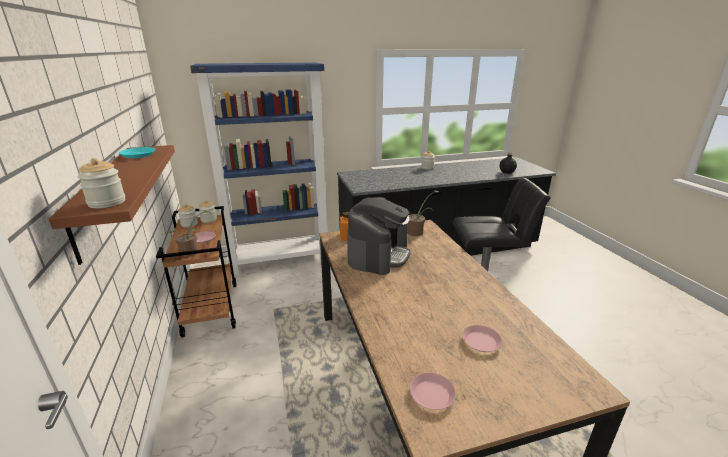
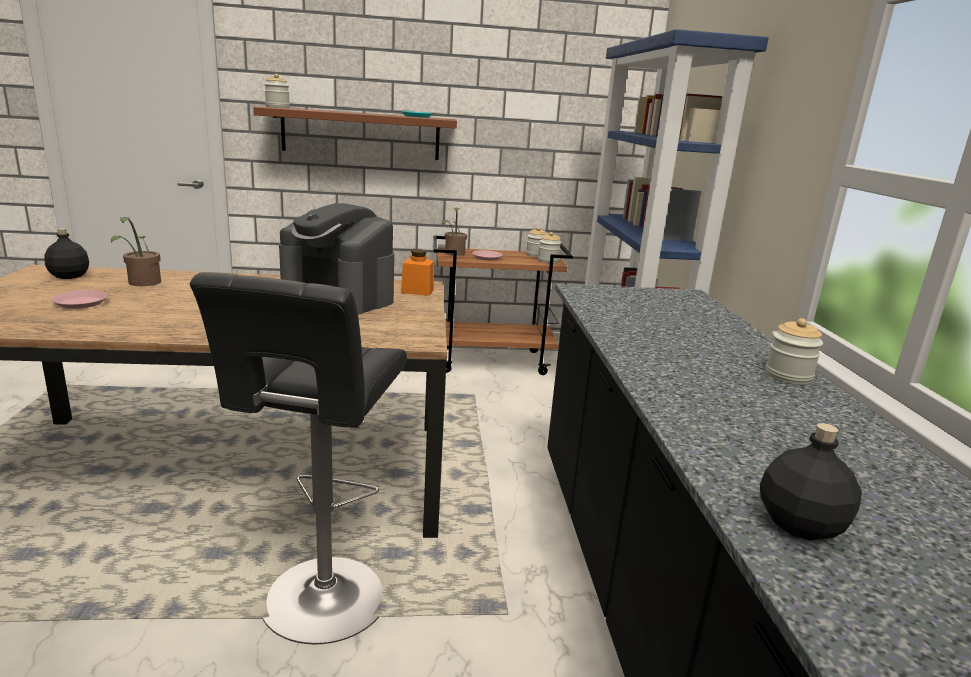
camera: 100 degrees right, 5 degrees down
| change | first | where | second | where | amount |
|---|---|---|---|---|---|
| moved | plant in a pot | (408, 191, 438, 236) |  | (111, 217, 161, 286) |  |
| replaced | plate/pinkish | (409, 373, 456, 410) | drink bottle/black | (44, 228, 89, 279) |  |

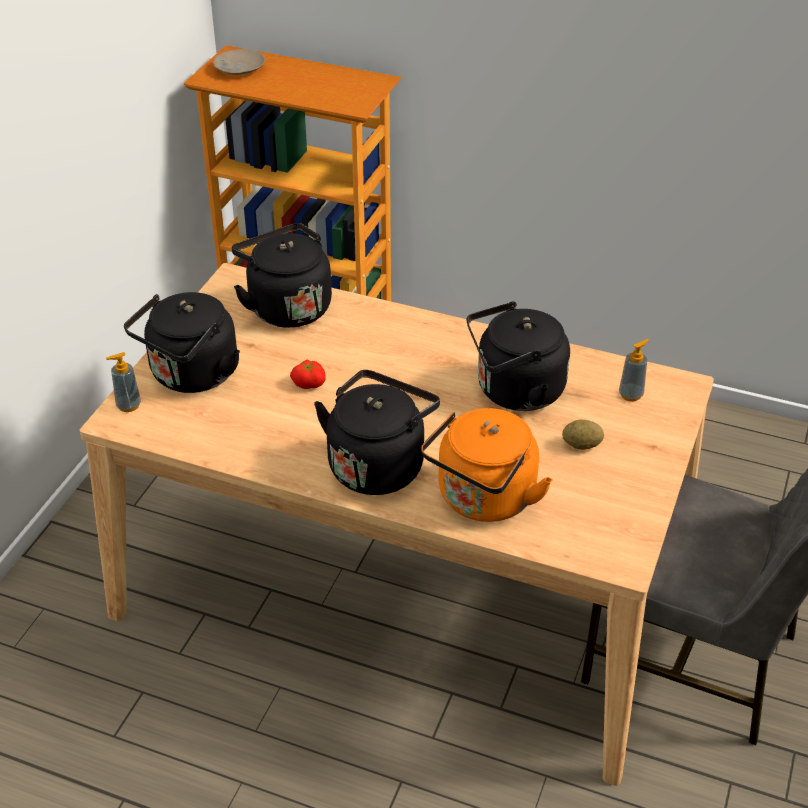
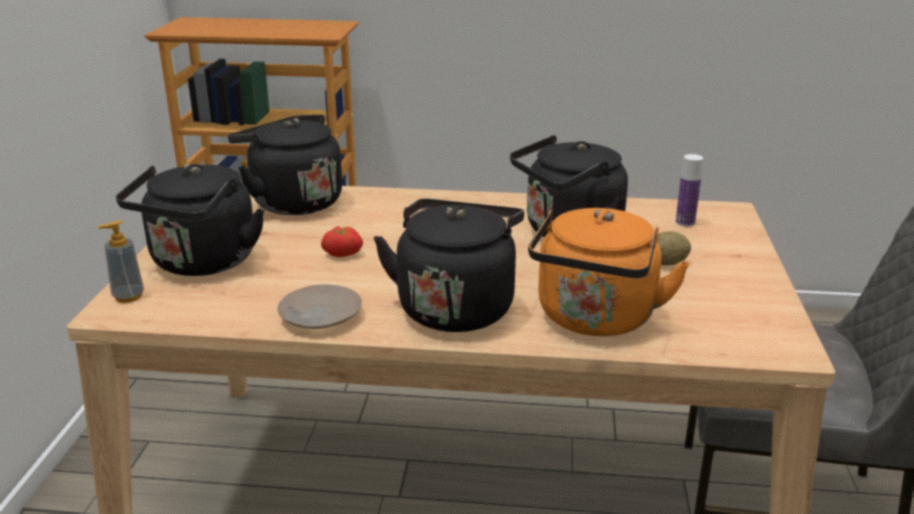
camera: 15 degrees left, 15 degrees down
| change | first | where | second | where | amount |
|---|---|---|---|---|---|
| moved | plate/beige | (213, 49, 265, 75) |  | (278, 284, 362, 329) |  |
| replaced | soap dispenser | (619, 339, 649, 401) | drink bottle | (676, 154, 703, 227) |  |

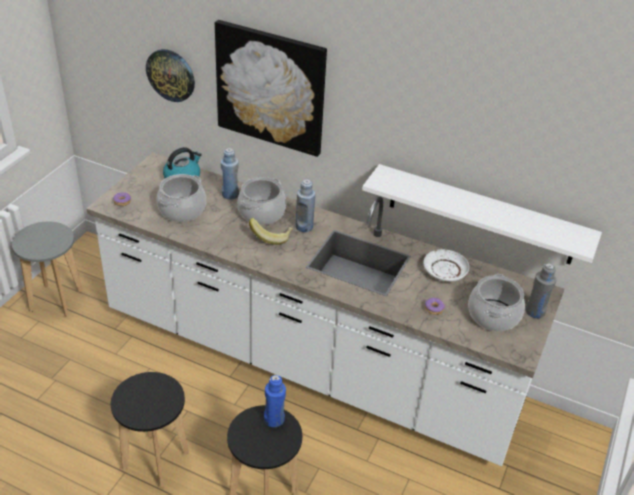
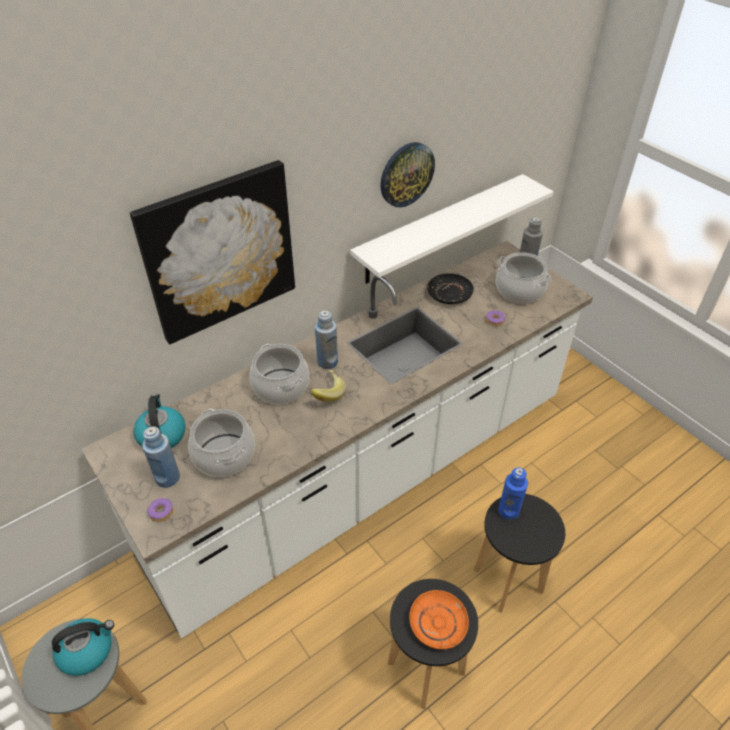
camera: 60 degrees left, 5 degrees up
| change | first | where | second | where | amount |
|---|---|---|---|---|---|
| added |  |  | kettle | (52, 618, 114, 676) |  |
| added |  |  | plate/orangey | (409, 590, 469, 649) |  |
| moved | hanging clock | (146, 49, 195, 102) |  | (381, 142, 435, 207) |  |
| moved | drink bottle/bluish | (221, 148, 239, 200) |  | (142, 426, 180, 488) |  |
| recoloured | plate/white | (423, 249, 469, 282) | plate/black | (427, 273, 474, 304) |  |

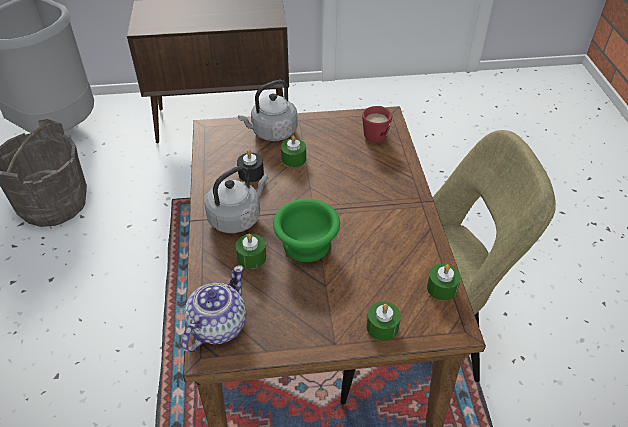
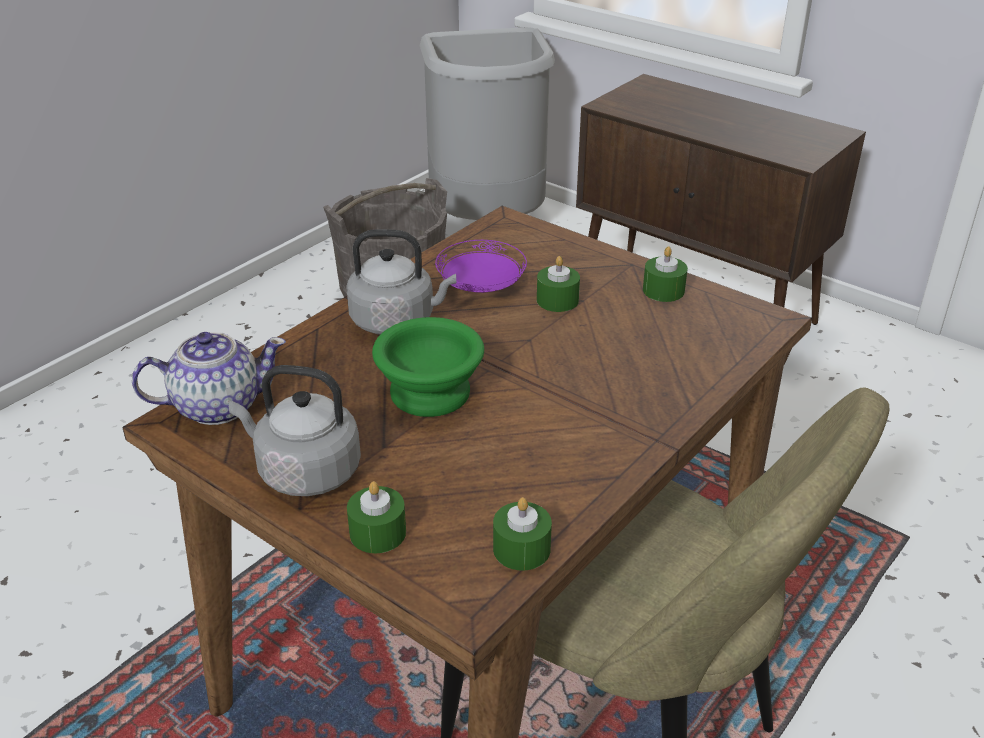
camera: 45 degrees right, 10 degrees down
| change | first | where | second | where | amount |
|---|---|---|---|---|---|
| removed | coffee mug/red-coloured | (362, 106, 392, 143) |  |  |  |
| moved | candle/greenish | (236, 233, 266, 269) |  | (643, 246, 688, 302) |  |
| moved | kettle/greyish | (238, 80, 298, 141) |  | (229, 365, 361, 496) |  |
| replaced | candle/black | (237, 150, 264, 182) | plate/purple-coloured | (435, 240, 527, 293) |  |

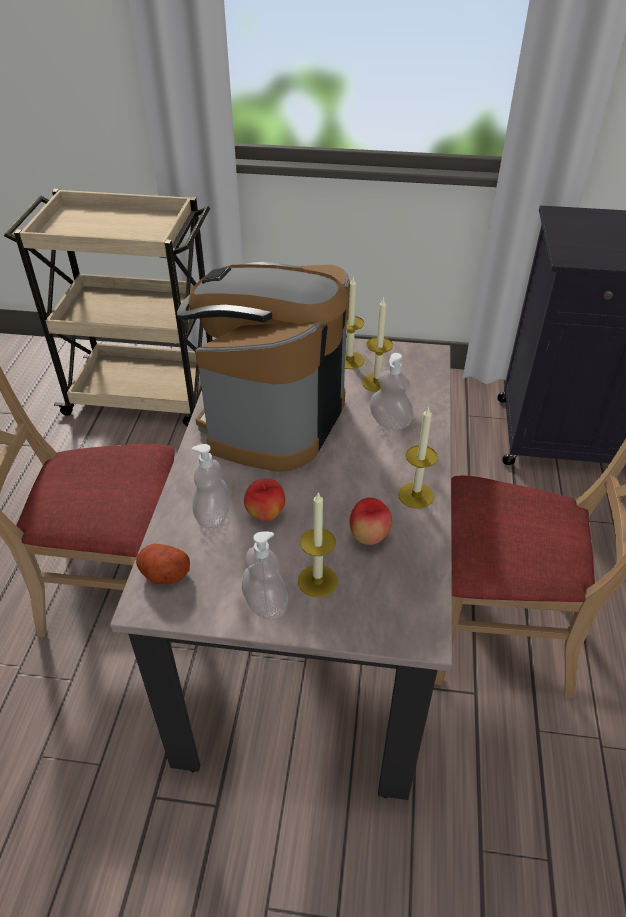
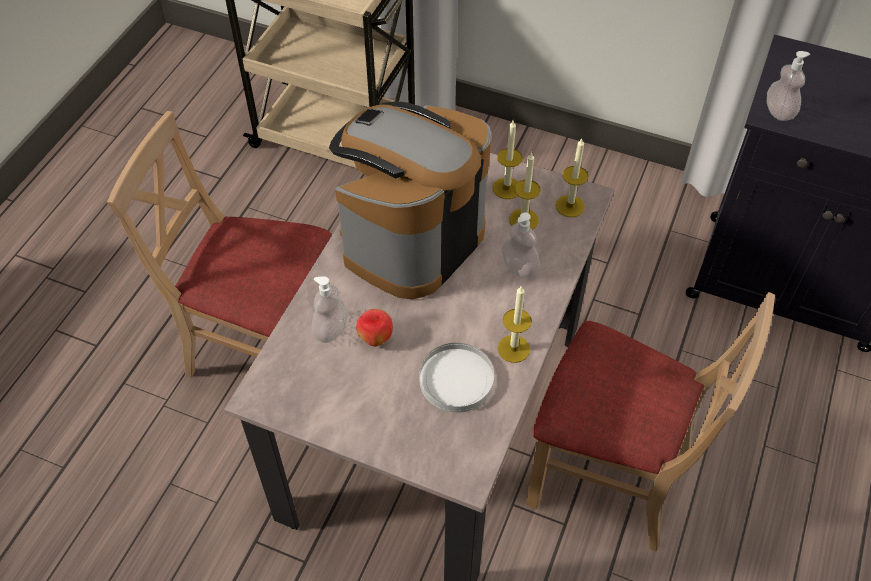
camera: 15 degrees right, 10 degrees up
| change | first | where | second | where | amount |
|---|---|---|---|---|---|
| removed | spud | (136, 544, 190, 584) |  |  |  |
| moved | soap dispenser | (242, 532, 288, 620) |  | (767, 51, 810, 121) |  |
| moved | candle | (298, 492, 337, 597) |  | (556, 139, 589, 217) |  |
| replaced | apple | (350, 498, 392, 545) | plate/white | (419, 343, 494, 413) |  |

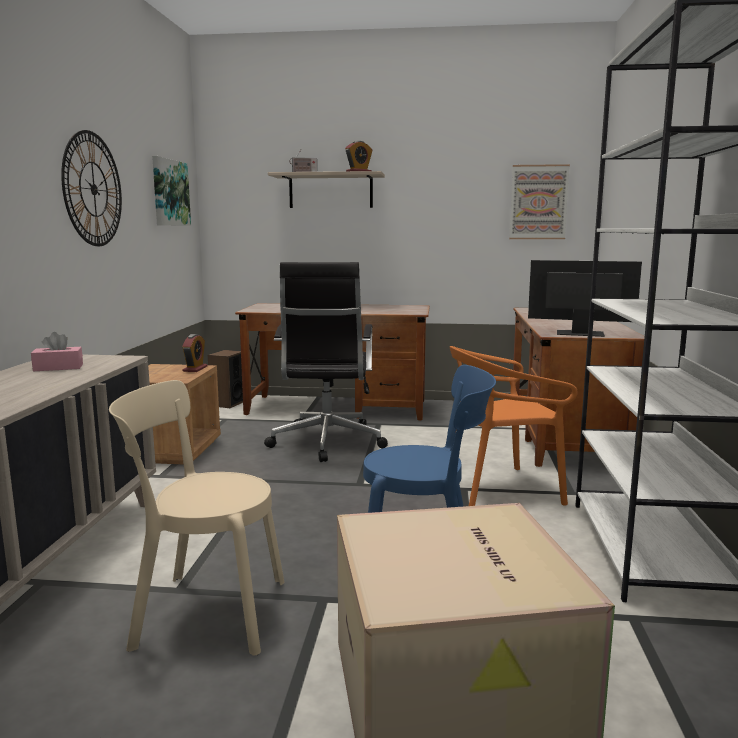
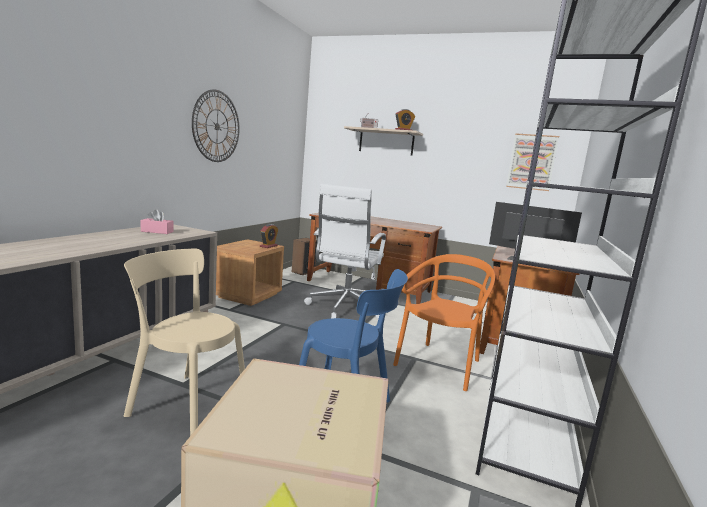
camera: 15 degrees right, 0 degrees up
| change | first | where | second | where | amount |
|---|---|---|---|---|---|
| removed | wall art | (152, 156, 191, 226) |  |  |  |
| recoloured | office chair/black | (264, 262, 388, 462) | office chair/white | (304, 184, 386, 319) |  |
| turned | upright chair/orangey | (450, 346, 578, 506) |  | (393, 254, 495, 391) | 120 degrees clockwise |

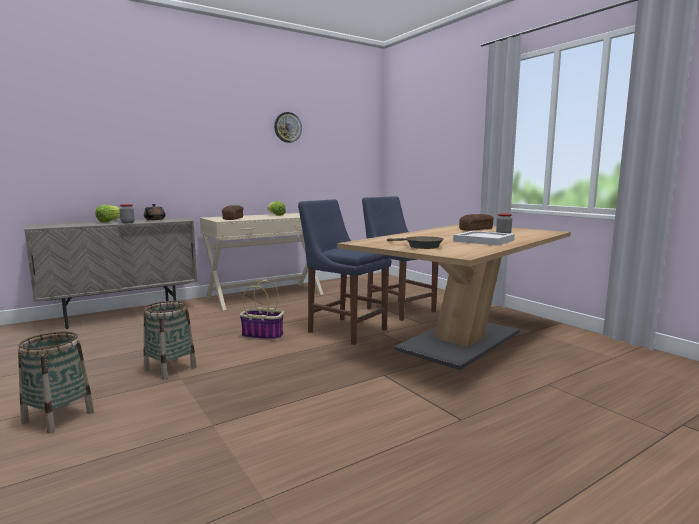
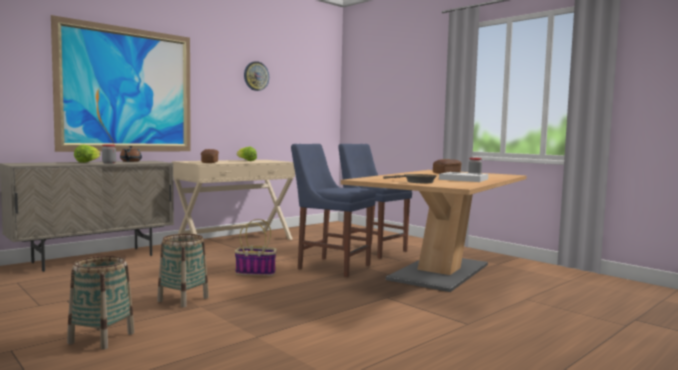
camera: 10 degrees left, 5 degrees down
| change | first | where | second | where | amount |
|---|---|---|---|---|---|
| added |  |  | wall art | (51, 15, 191, 152) |  |

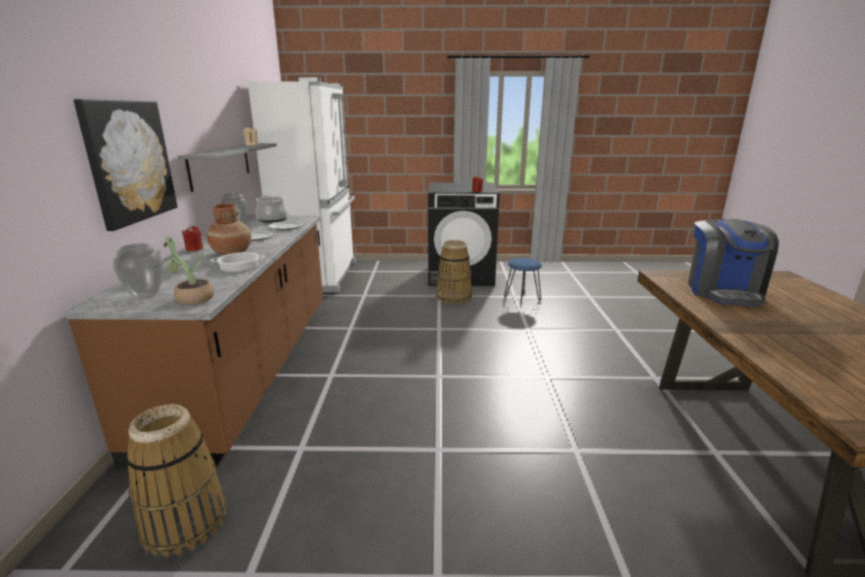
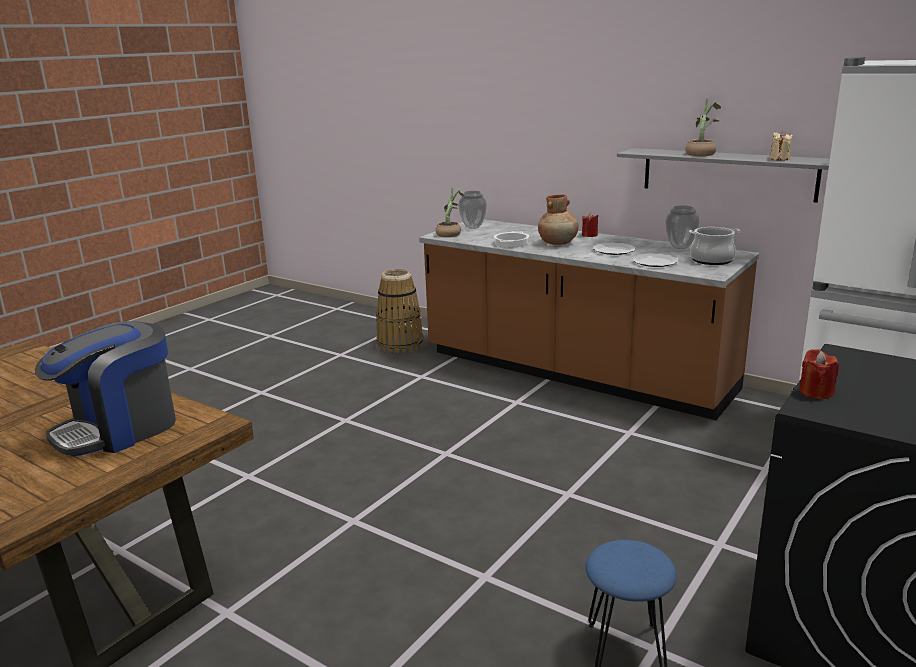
camera: 125 degrees right, 0 degrees up
| change | first | where | second | where | amount |
|---|---|---|---|---|---|
| removed | wall art | (73, 99, 177, 231) |  |  |  |
| removed | household basket | (436, 240, 472, 305) |  |  |  |
| added |  |  | plant in a pot | (685, 99, 721, 156) |  |
| turned | coffee machine | (688, 219, 779, 306) |  | (35, 321, 176, 456) | 90 degrees counterclockwise |

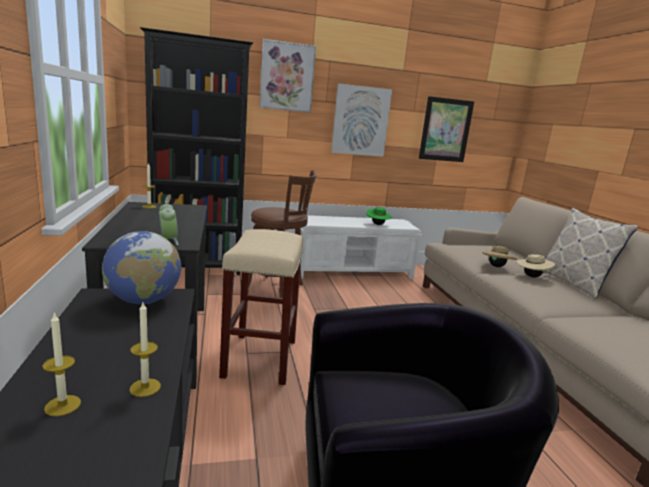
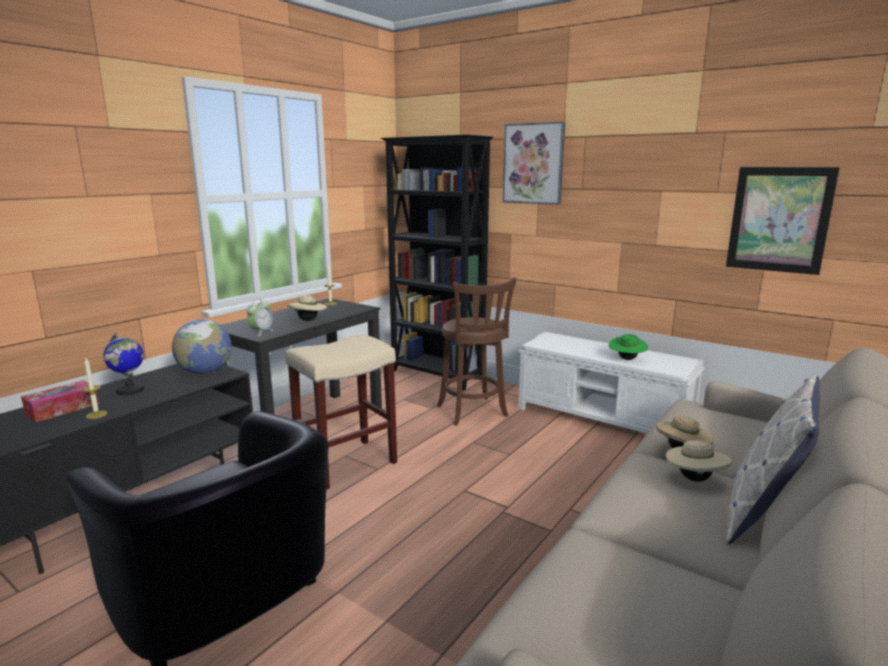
camera: 50 degrees right, 0 degrees up
| change | first | where | second | where | amount |
|---|---|---|---|---|---|
| removed | wall art | (331, 83, 392, 157) |  |  |  |
| added |  |  | desk globe | (103, 333, 144, 395) |  |
| added |  |  | wearable hat/beige | (287, 296, 327, 321) |  |
| replaced | candle | (42, 312, 81, 416) | tissue box | (21, 380, 99, 422) |  |

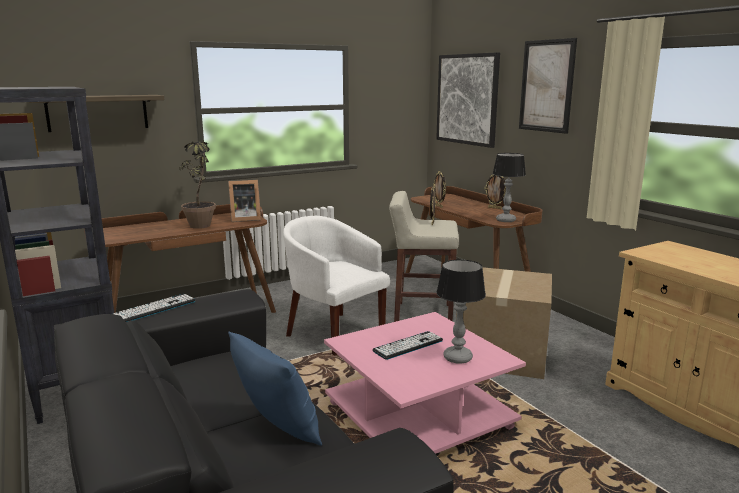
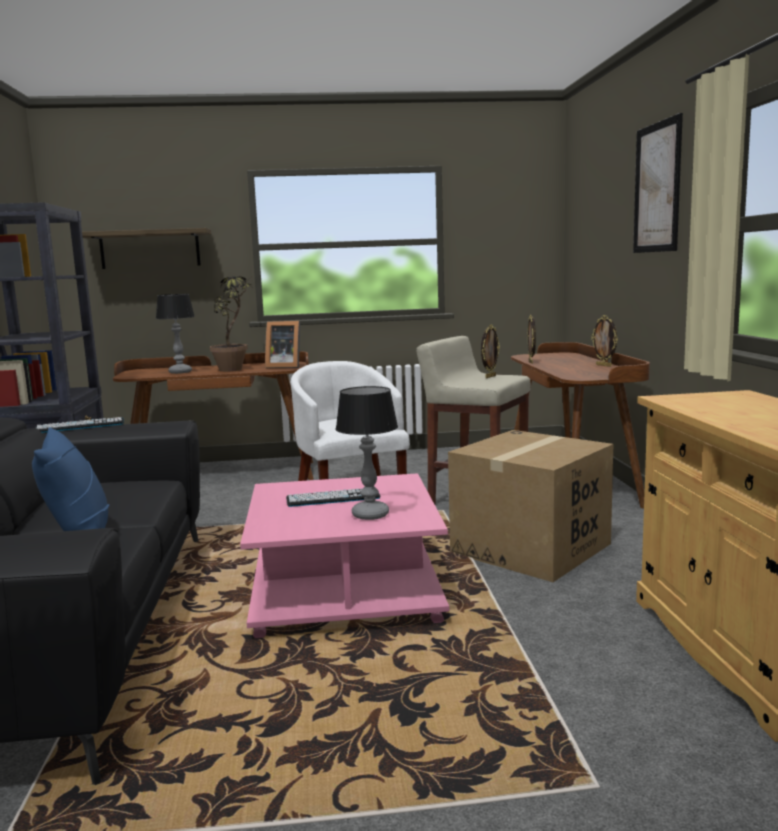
camera: 25 degrees right, 5 degrees down
| change | first | where | second | where | amount |
|---|---|---|---|---|---|
| removed | wall art | (436, 52, 500, 148) |  |  |  |
| moved | table lamp | (492, 153, 526, 222) |  | (156, 294, 195, 374) |  |

